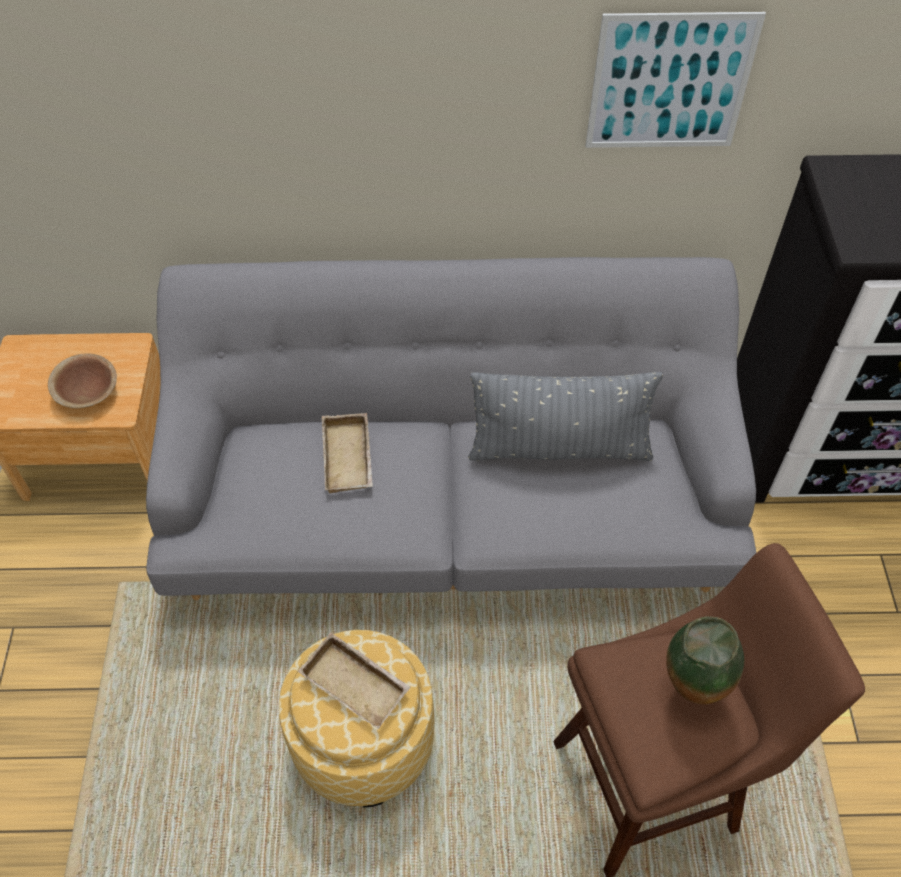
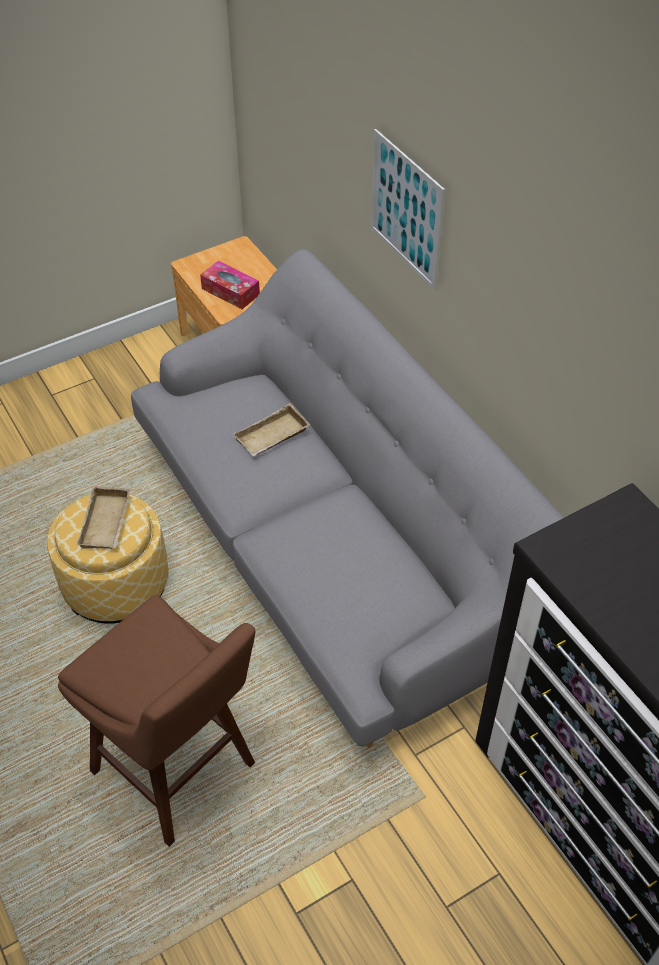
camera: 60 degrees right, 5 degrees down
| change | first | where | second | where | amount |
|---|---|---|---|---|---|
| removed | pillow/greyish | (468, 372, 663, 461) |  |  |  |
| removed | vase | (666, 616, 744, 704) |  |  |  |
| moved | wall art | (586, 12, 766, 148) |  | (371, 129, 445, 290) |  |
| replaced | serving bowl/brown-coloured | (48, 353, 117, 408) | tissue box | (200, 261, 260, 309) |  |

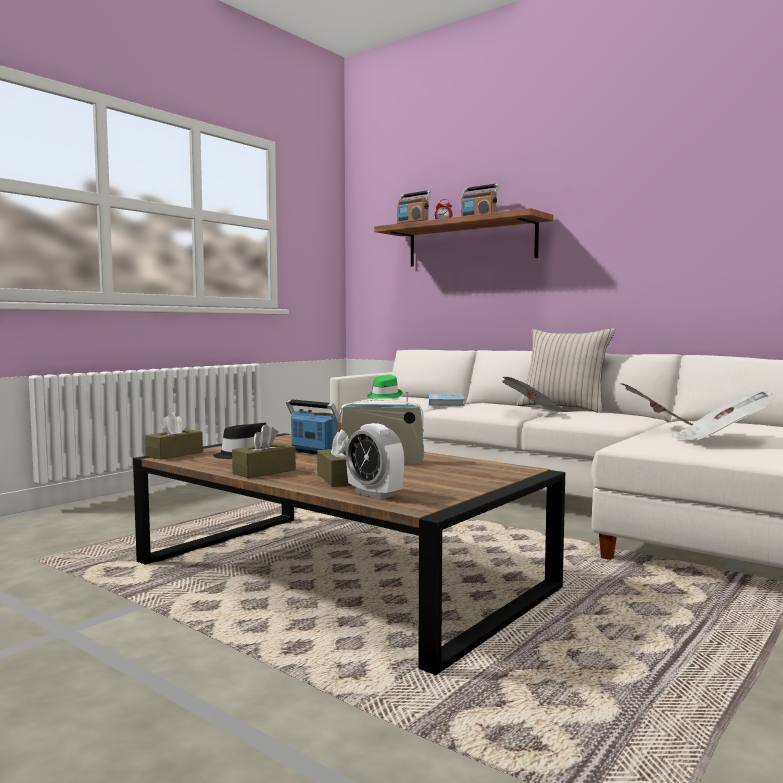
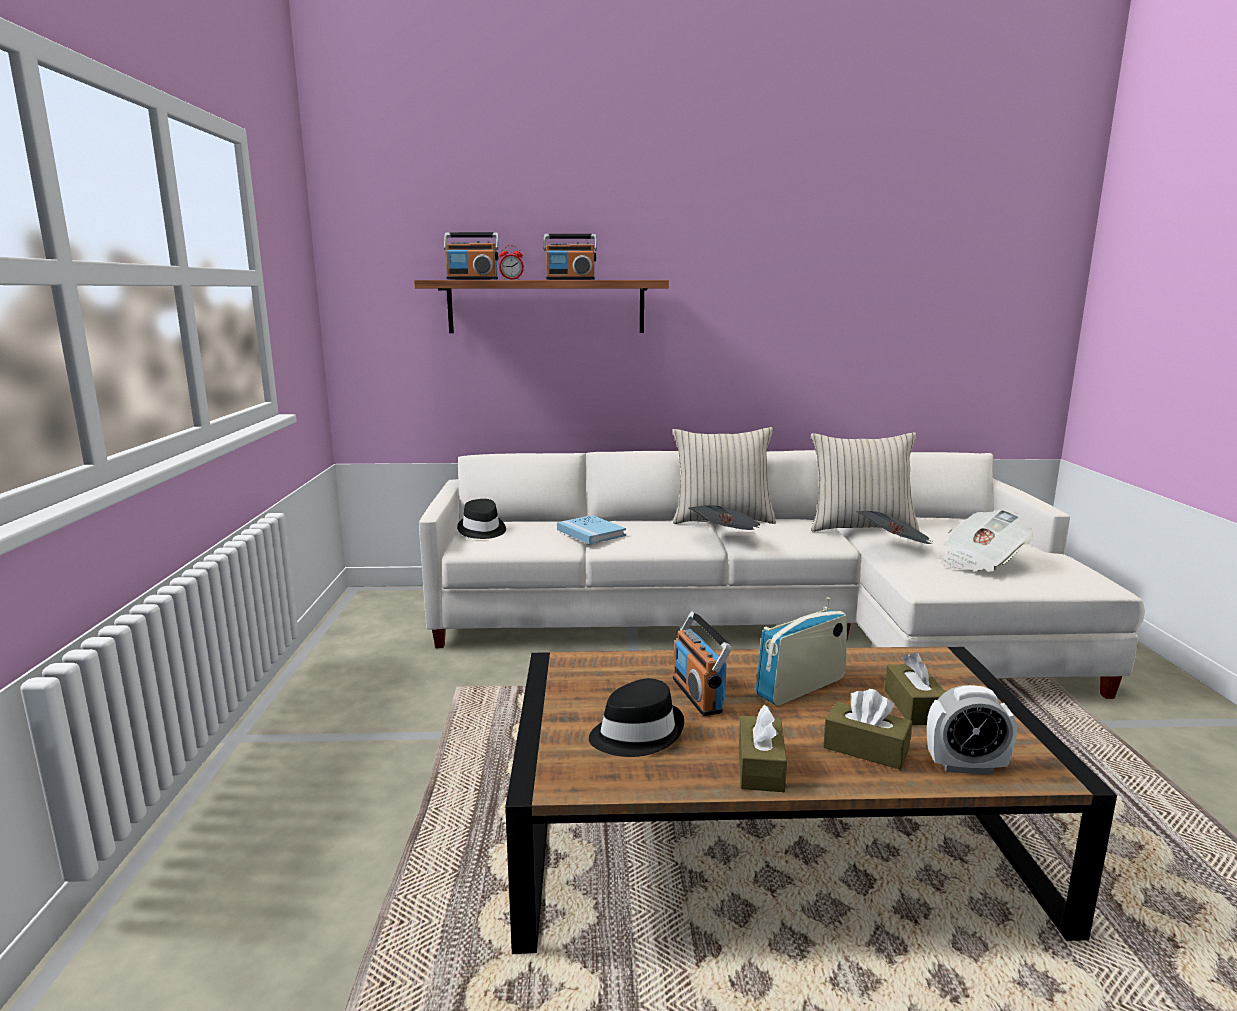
camera: 40 degrees left, 10 degrees up
| change | first | where | second | where | amount |
|---|---|---|---|---|---|
| added |  |  | pillow/beige | (811, 432, 919, 532) |  |
| moved | tissue box/brown-coloured | (145, 412, 203, 460) |  | (885, 652, 946, 725) |  |
| recoloured | wearable hat/greenish | (367, 375, 403, 399) | wearable hat/black | (457, 499, 506, 539) |  |
| turned | radio | (286, 399, 341, 455) |  | (673, 611, 732, 716) | 105 degrees counterclockwise |

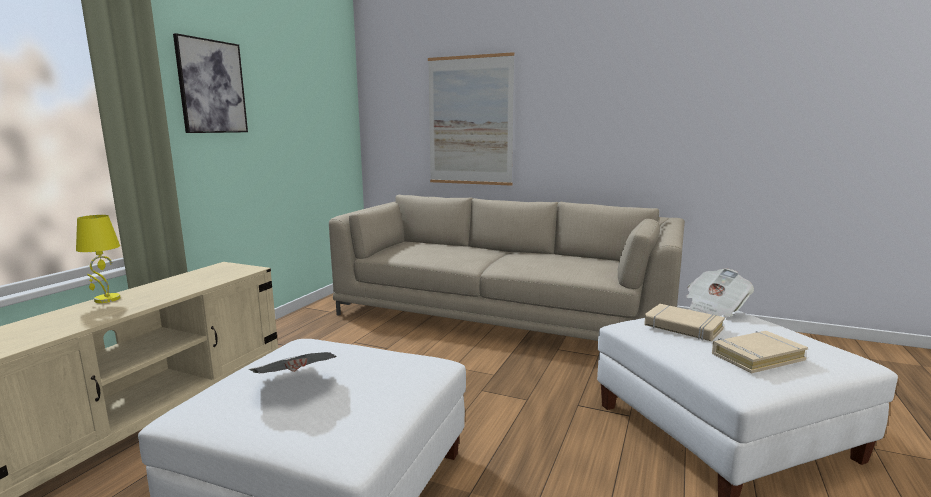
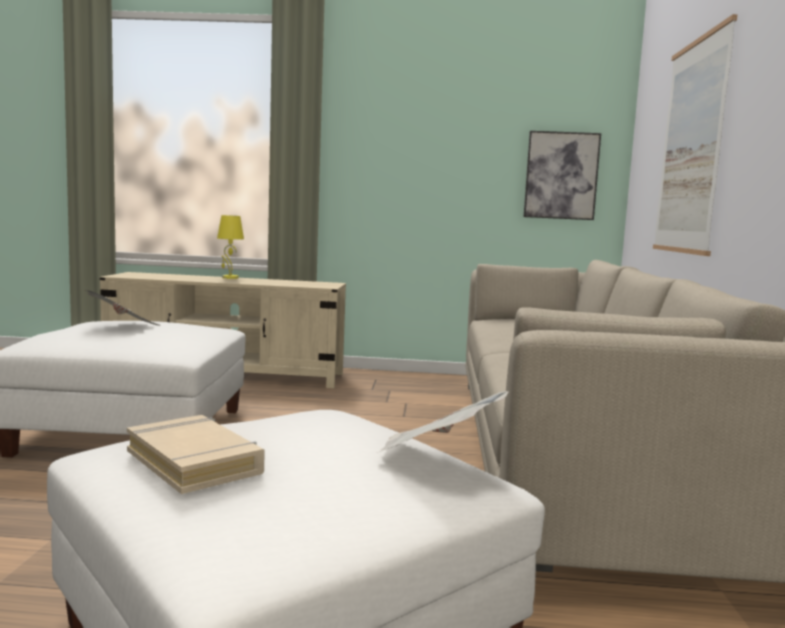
camera: 70 degrees right, 5 degrees down
| change | first | where | second | where | amount |
|---|---|---|---|---|---|
| removed | bound book/beige | (644, 304, 725, 341) |  |  |  |
| moved | wall art | (173, 33, 248, 133) |  | (524, 131, 601, 220) |  |

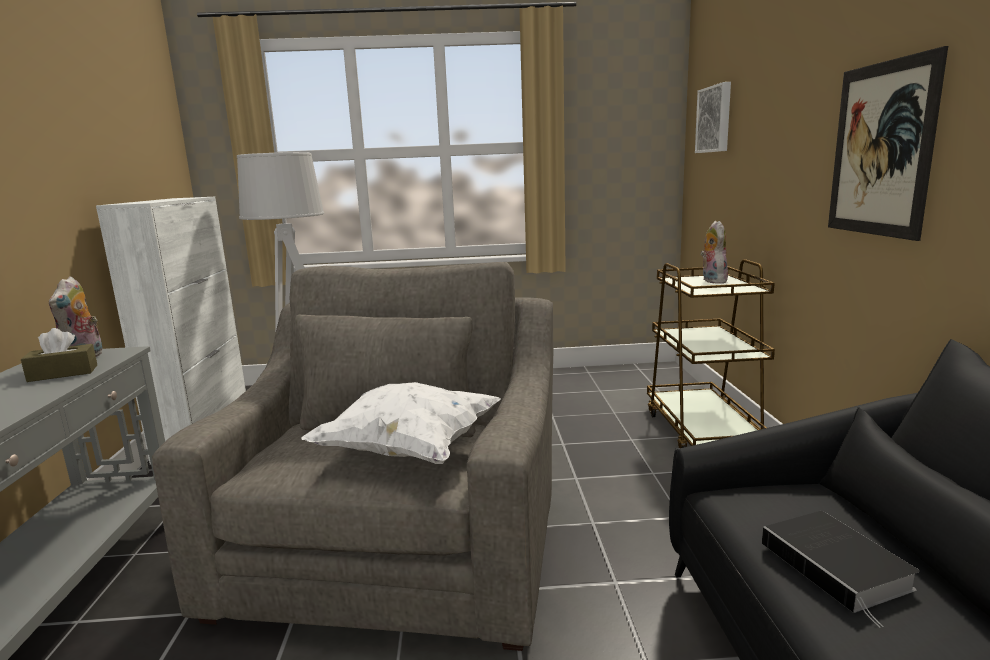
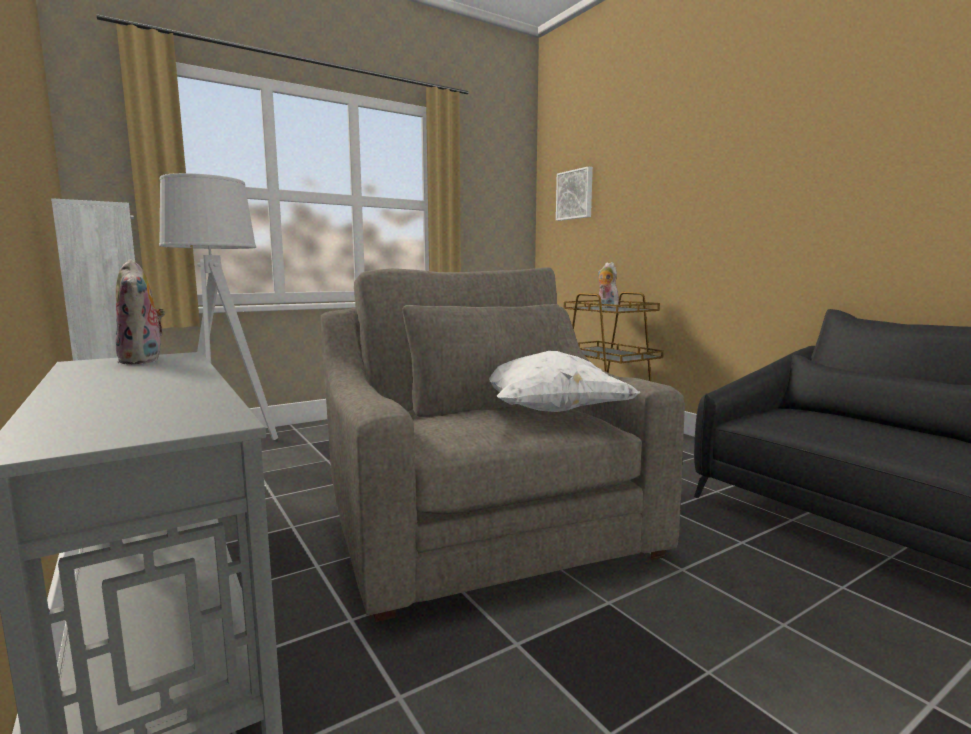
camera: 30 degrees left, 5 degrees down
| change | first | where | second | where | amount |
|---|---|---|---|---|---|
| removed | tissue box/brown-coloured | (21, 328, 97, 382) |  |  |  |
| removed | bound book | (762, 511, 920, 628) |  |  |  |
| removed | wall art | (828, 46, 948, 241) |  |  |  |

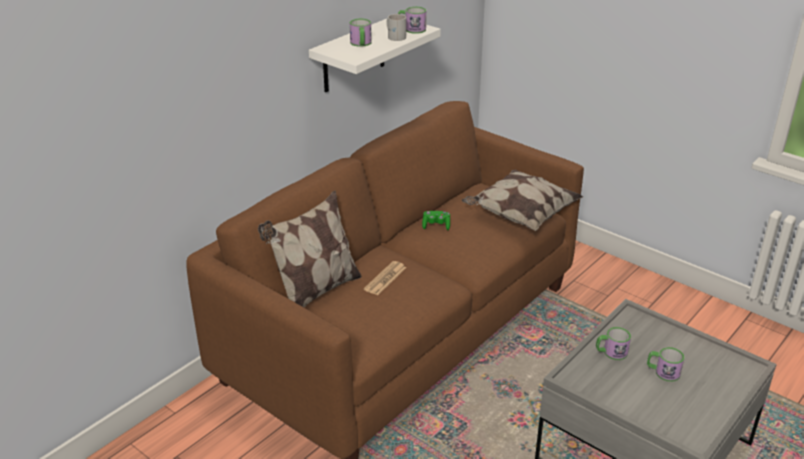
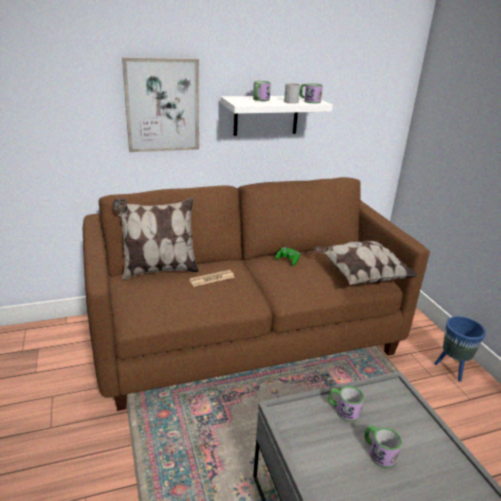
camera: 30 degrees right, 5 degrees down
| change | first | where | second | where | amount |
|---|---|---|---|---|---|
| added |  |  | wall art | (122, 57, 199, 152) |  |
| added |  |  | planter/bluish | (434, 316, 486, 382) |  |

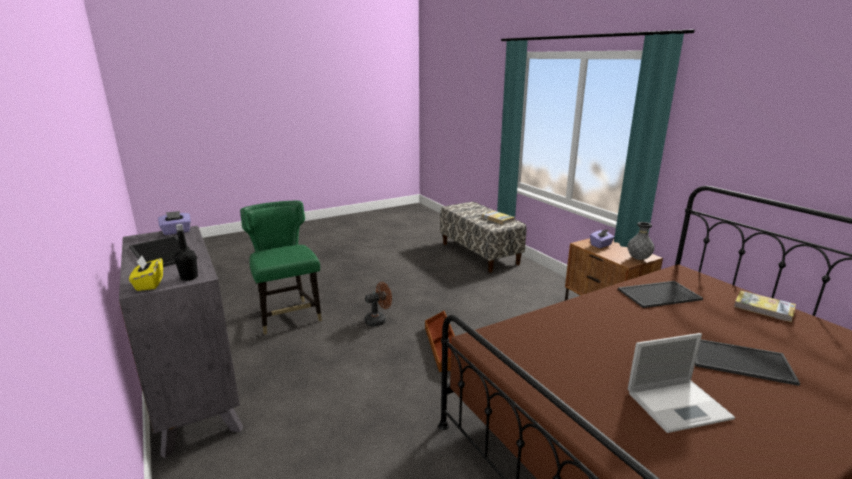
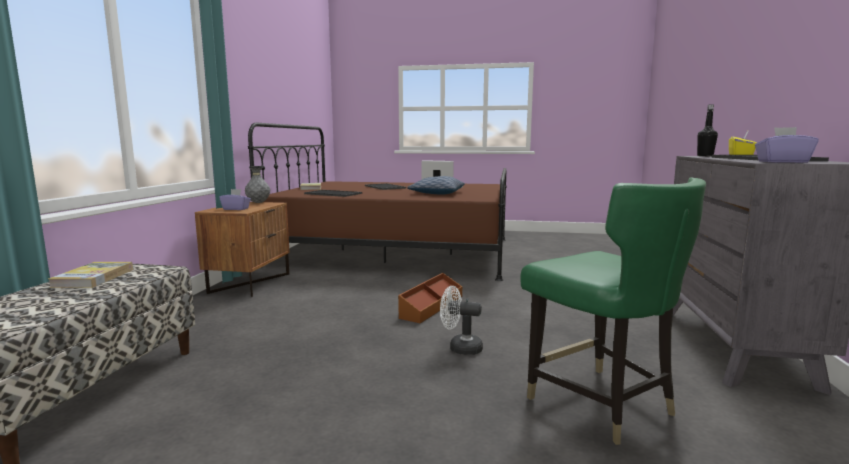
camera: 140 degrees left, 10 degrees down
| change | first | where | second | where | amount |
|---|---|---|---|---|---|
| added |  |  | pillow | (407, 176, 465, 195) |  |
| recoloured | electric fan/brown-coloured | (365, 282, 392, 326) | electric fan/white | (440, 286, 483, 355) |  |
| turned | upright chair/greenish | (240, 201, 322, 334) |  | (520, 177, 706, 445) | 45 degrees counterclockwise |

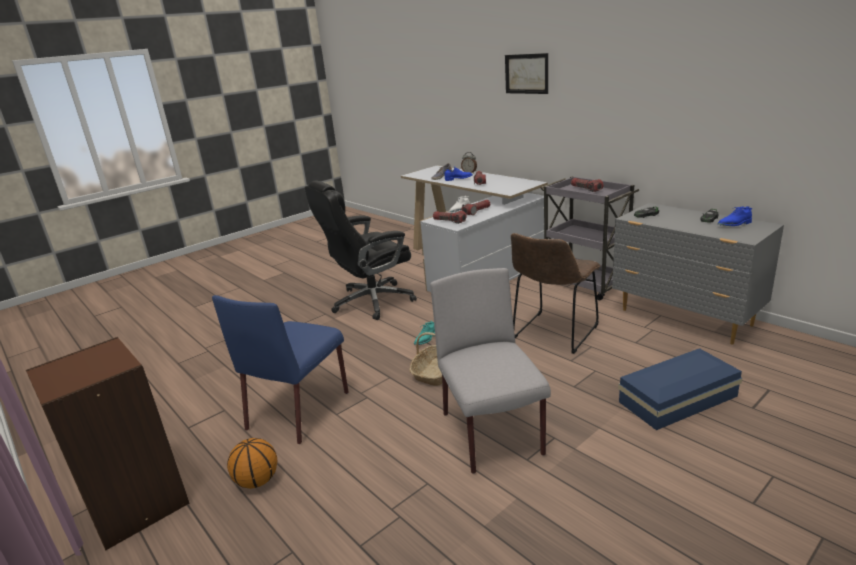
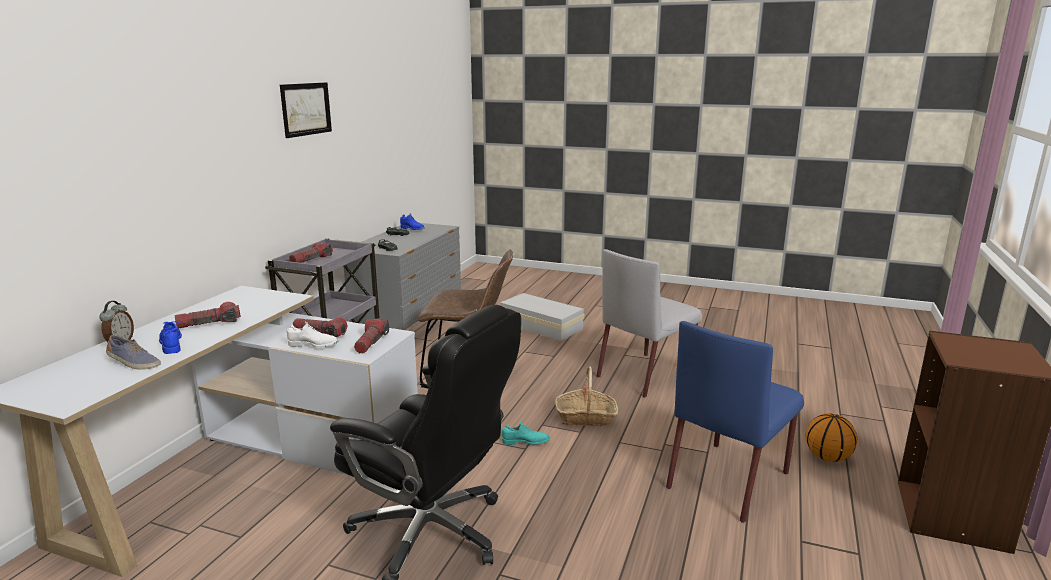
camera: 120 degrees left, 5 degrees down
| change | first | where | second | where | amount |
|---|---|---|---|---|---|
| moved | wall art | (505, 53, 548, 94) |  | (280, 82, 332, 138) |  |
| recoloured | storage box/bluish | (618, 348, 742, 430) | storage box/white | (500, 293, 585, 341) |  |
| turned | upright chair/bluish | (212, 295, 349, 444) |  | (666, 321, 804, 523) | 135 degrees clockwise |

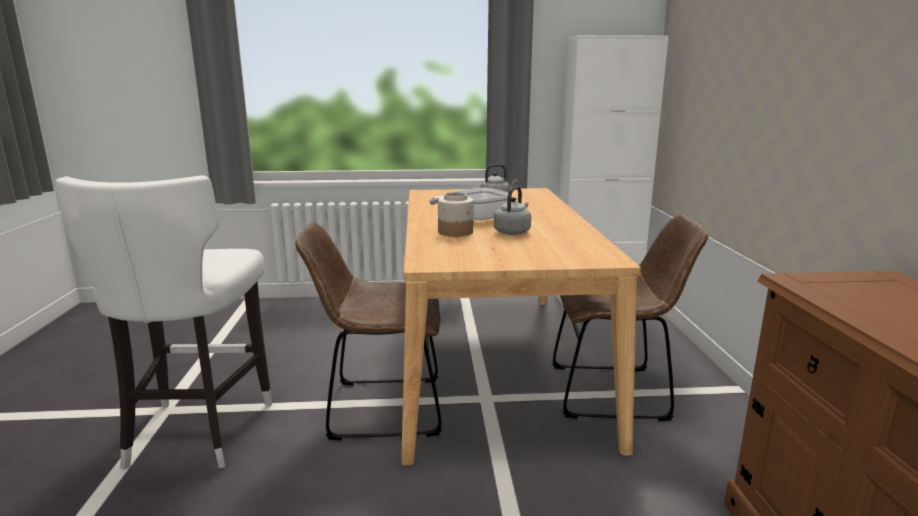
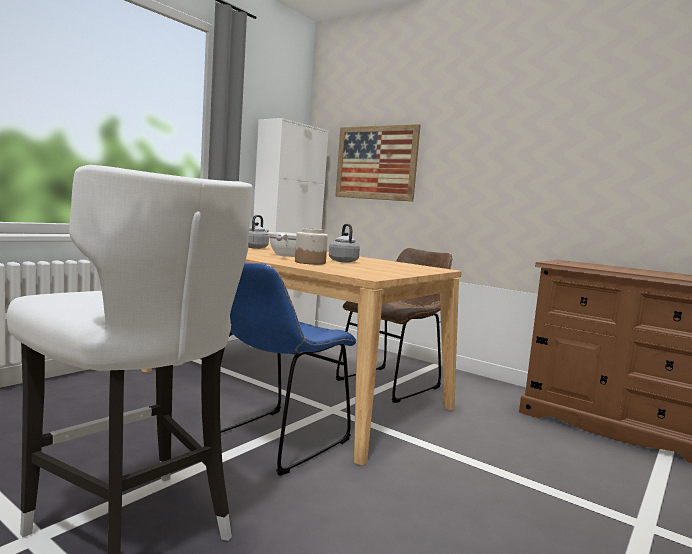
camera: 50 degrees left, 10 degrees down
| change | first | where | second | where | amount |
|---|---|---|---|---|---|
| added |  |  | wall art | (335, 124, 421, 202) |  |
| recoloured | upright chair/brown-coloured | (295, 222, 442, 440) | upright chair/bluish | (221, 262, 356, 476) |  |

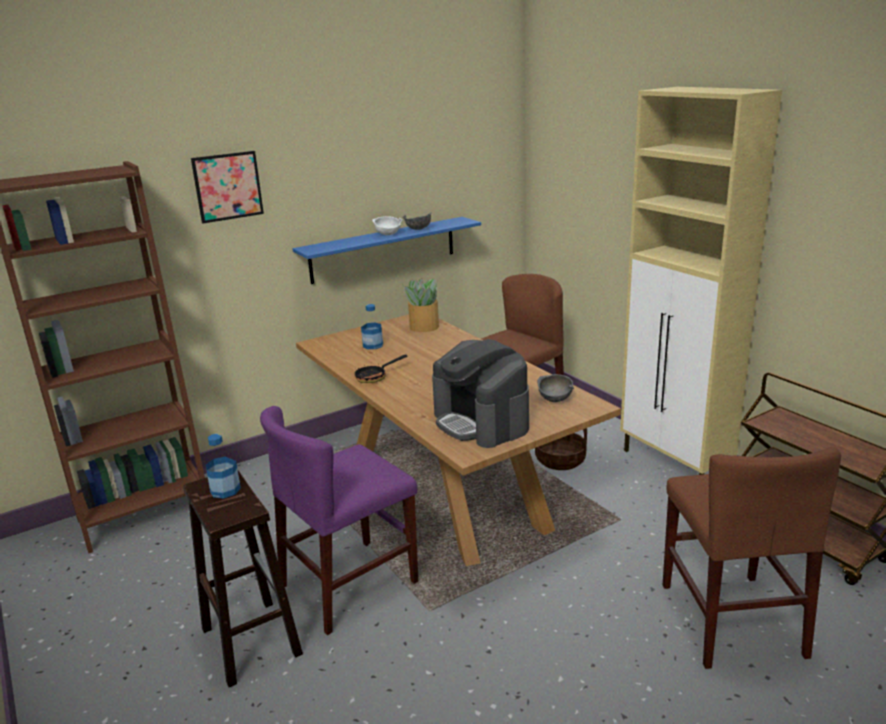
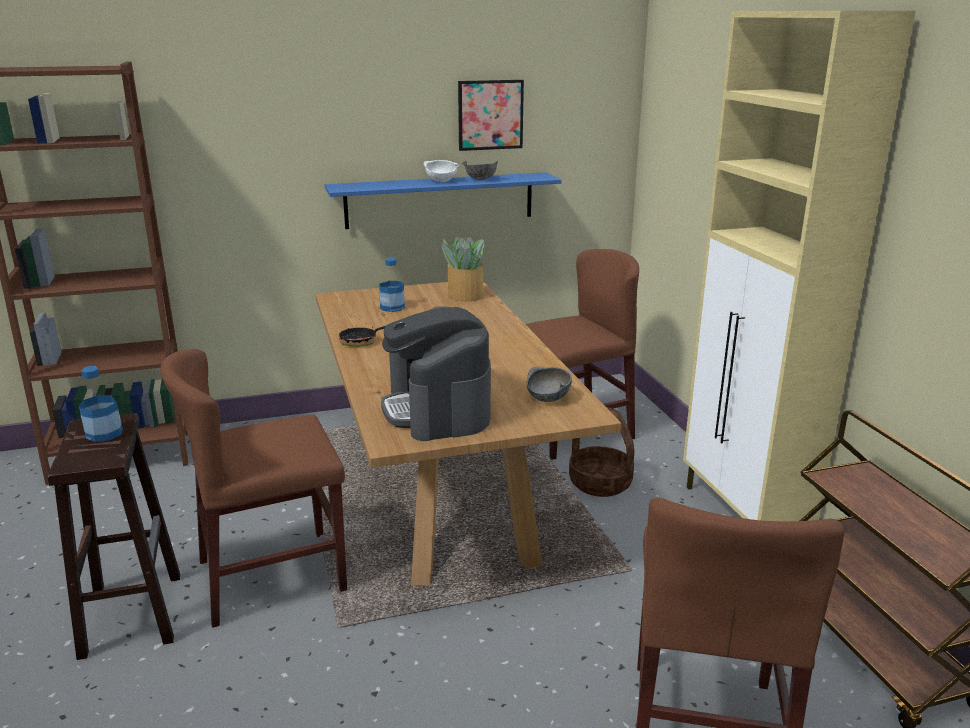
camera: 15 degrees right, 0 degrees up
| change | first | where | second | where | amount |
|---|---|---|---|---|---|
| moved | wall art | (191, 151, 264, 223) |  | (458, 80, 524, 151) |  |
| recoloured | upright chair/purple-coloured | (260, 406, 418, 635) | upright chair/brown-coloured | (160, 349, 347, 628) |  |

